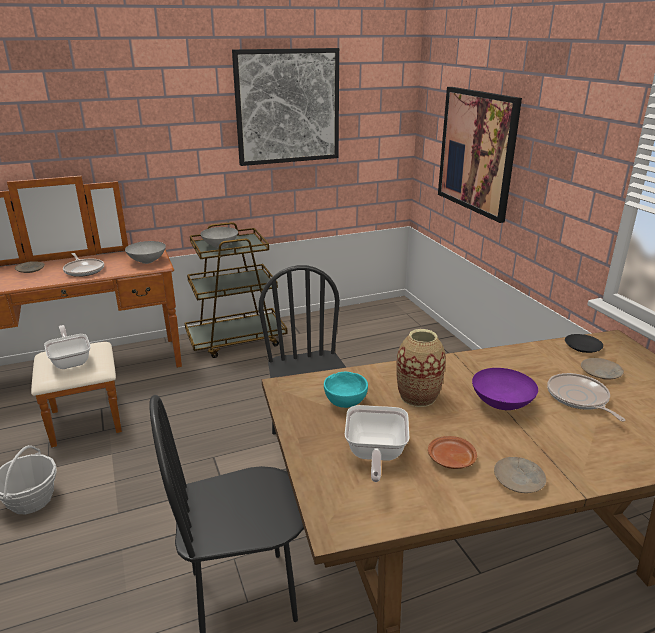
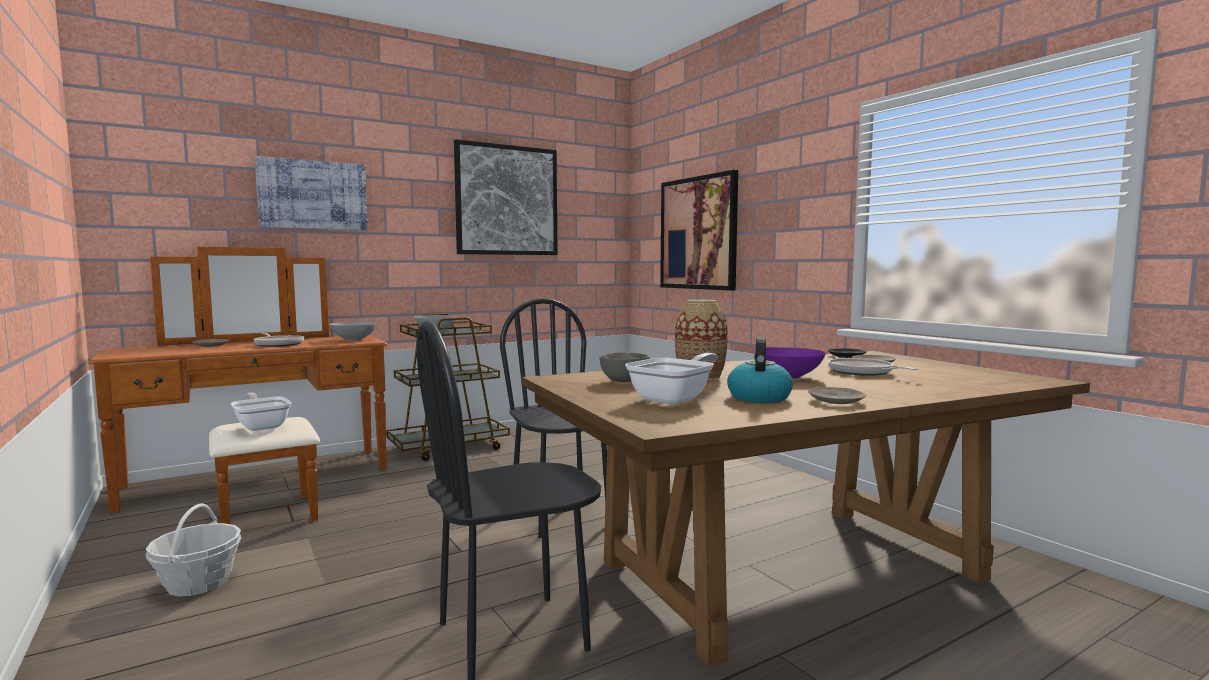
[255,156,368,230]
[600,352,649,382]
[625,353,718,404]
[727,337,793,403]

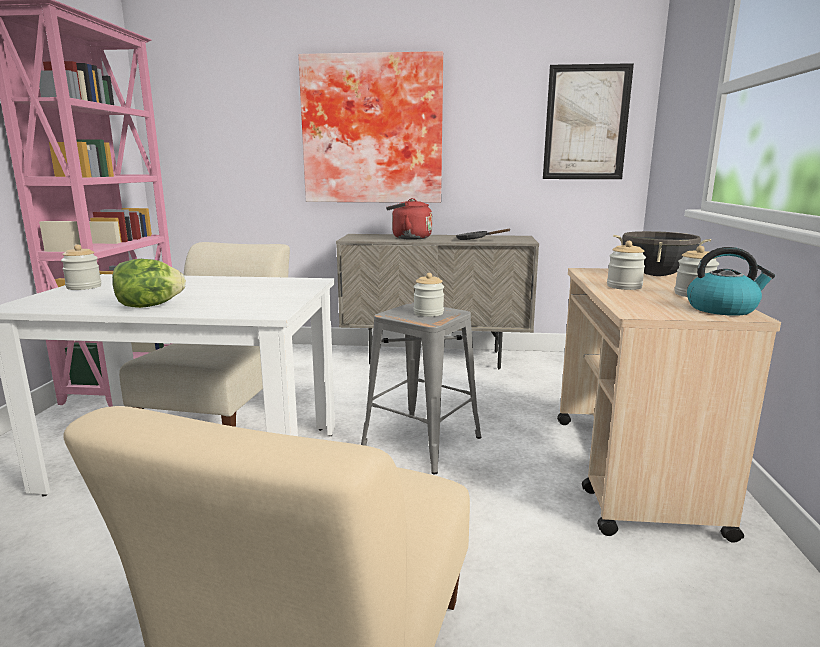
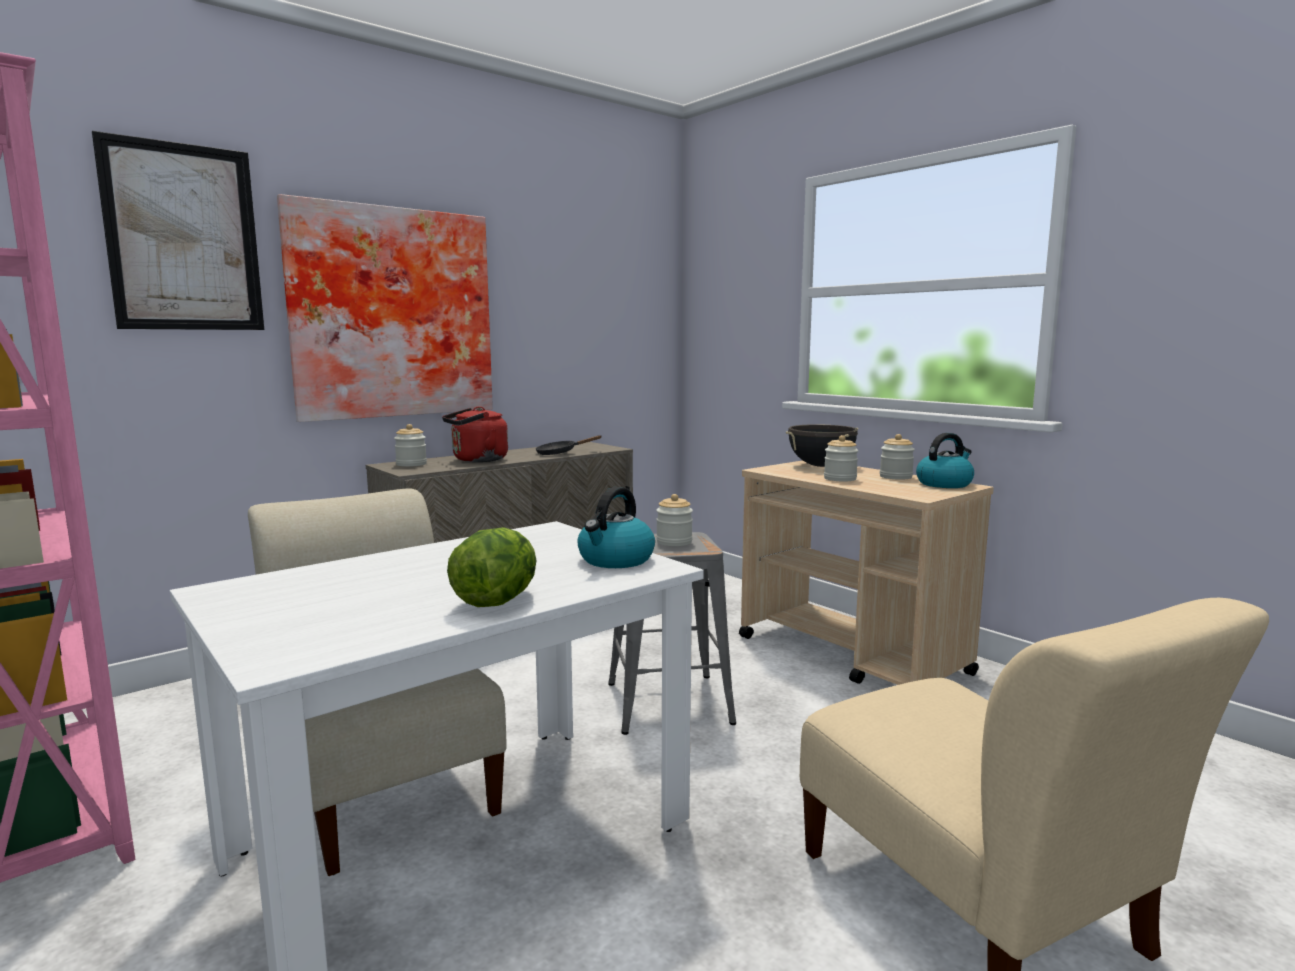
[92,131,264,330]
[394,424,427,467]
[577,487,655,568]

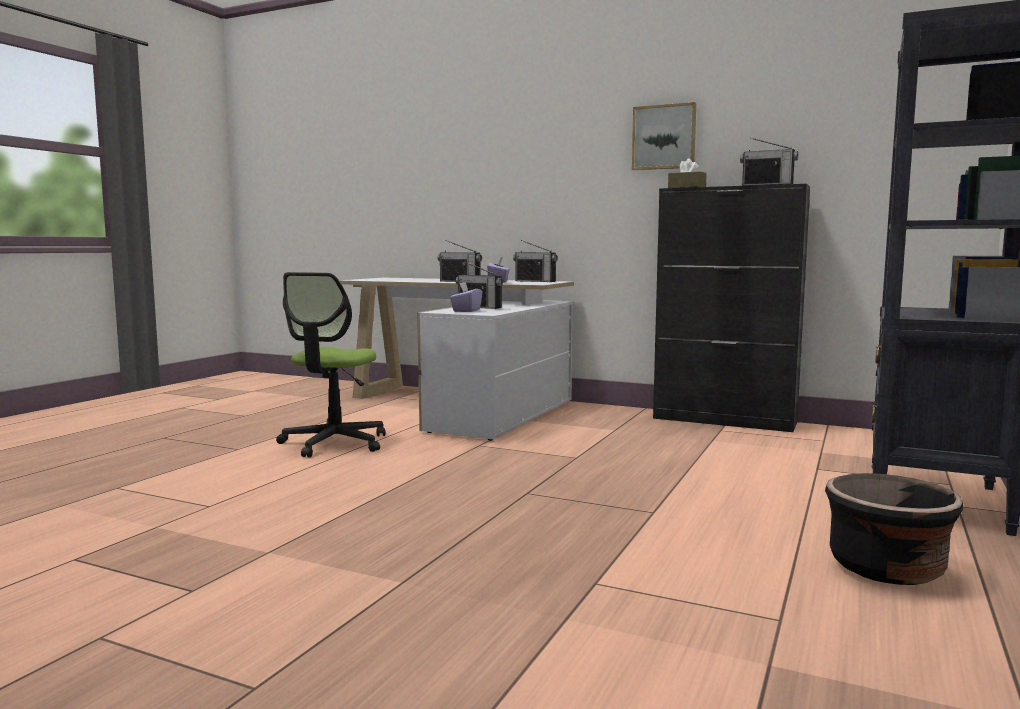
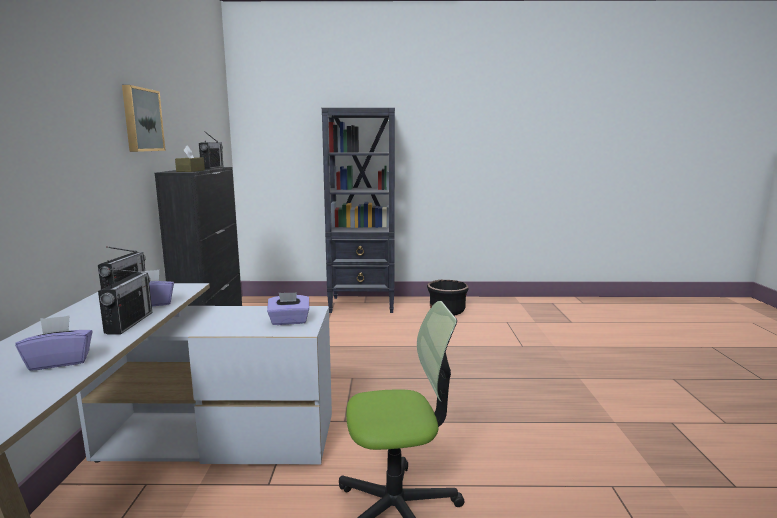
[16,315,93,371]
[456,261,503,309] (first image)

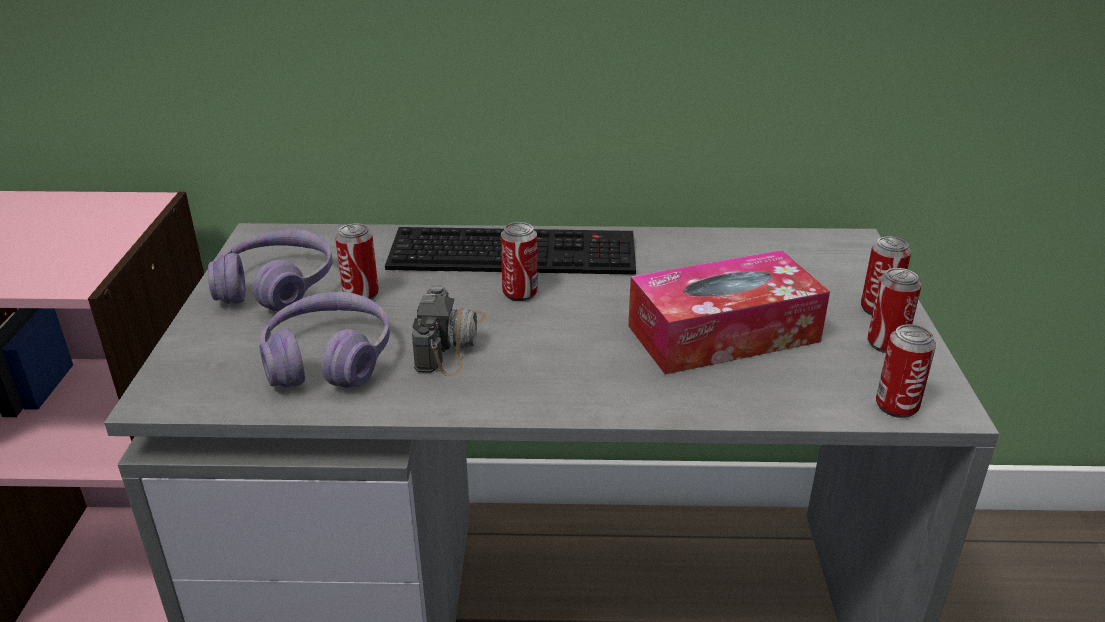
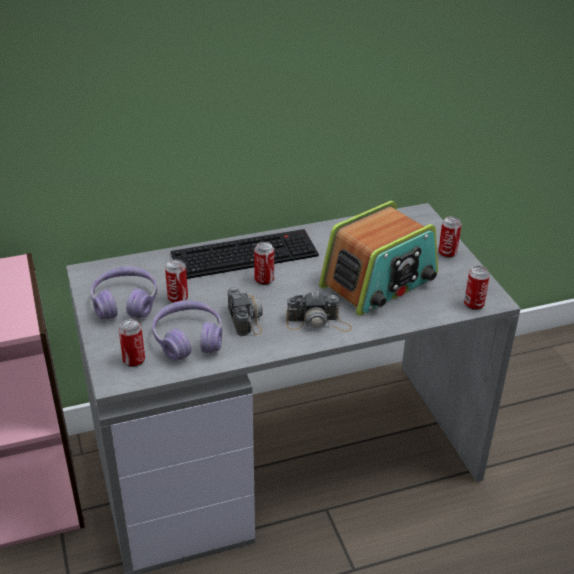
[119,319,145,367]
[286,291,352,332]
[319,201,438,316]

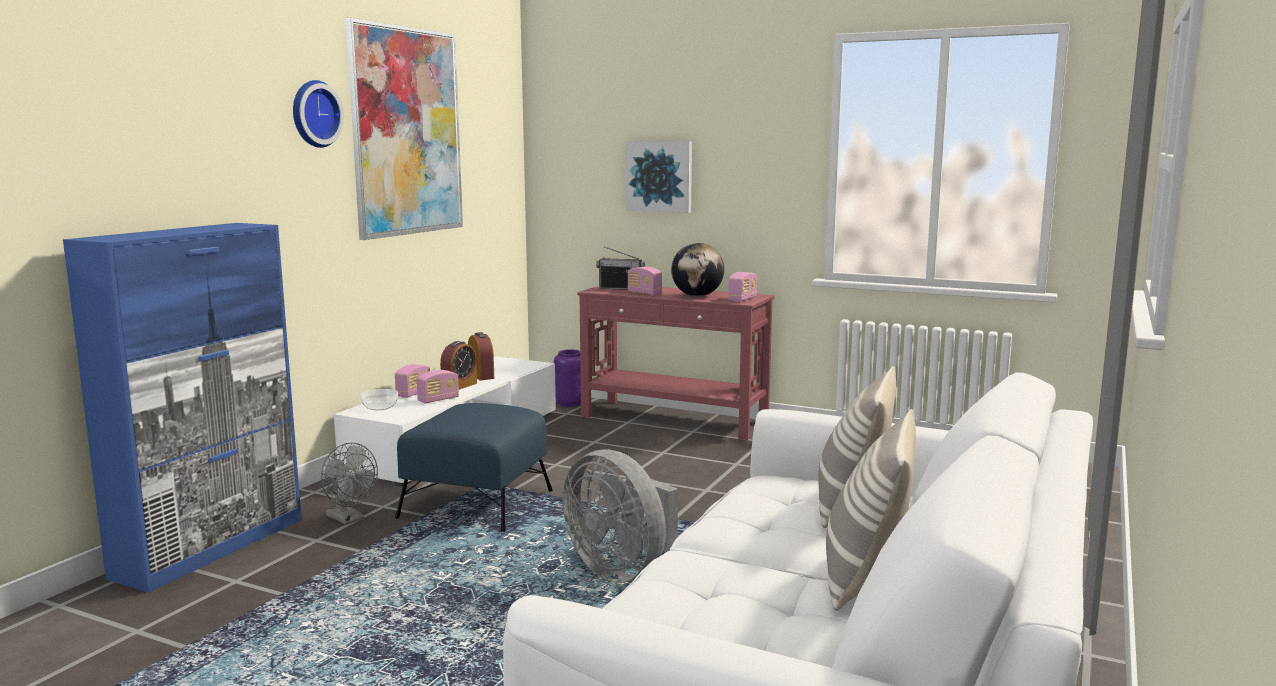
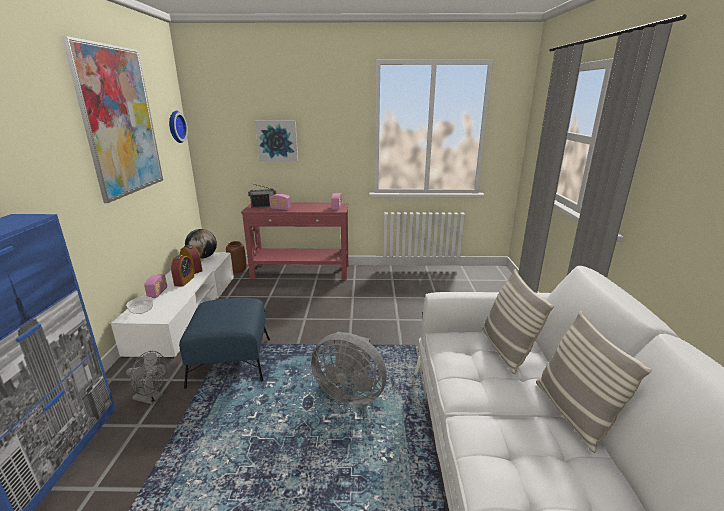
[169,111,188,143]
[185,229,217,259]
[226,241,247,274]
[417,370,459,404] (first image)

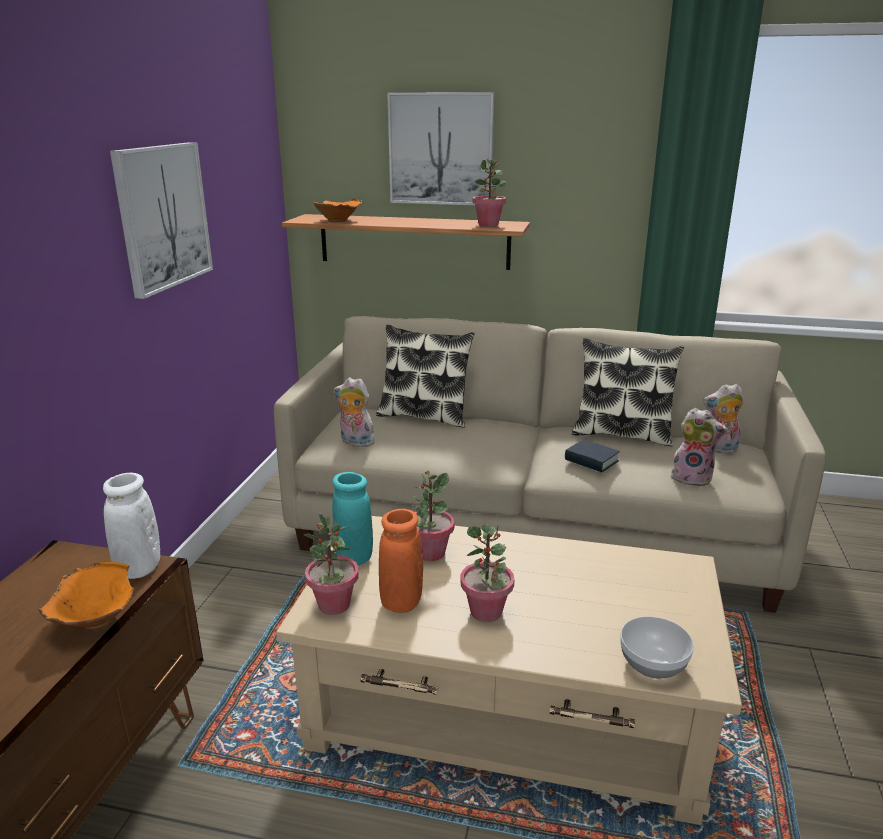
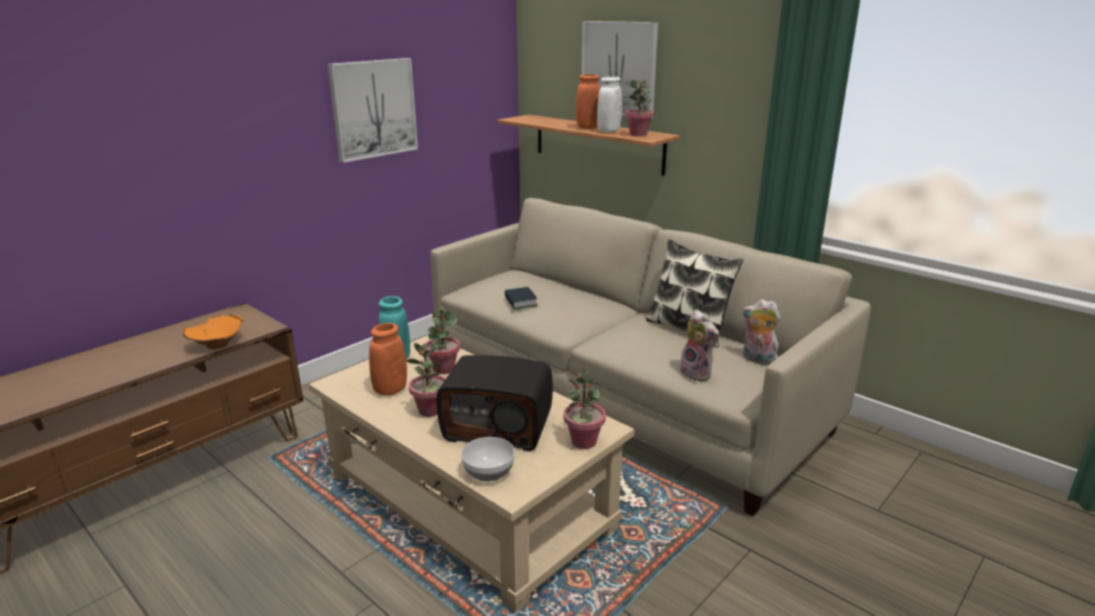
[437,355,553,451]
[505,287,538,309]
[564,367,606,449]
[576,74,601,129]
[597,77,622,132]
[314,198,362,222] (first image)
[334,378,375,447] (first image)
[376,324,475,428] (first image)

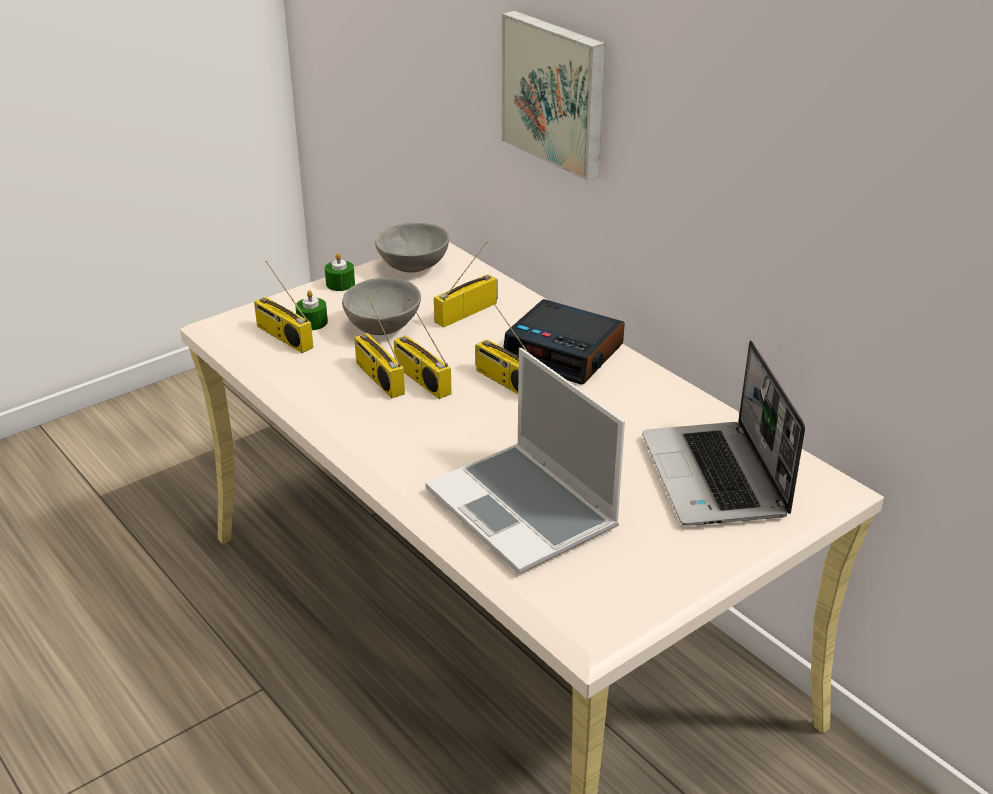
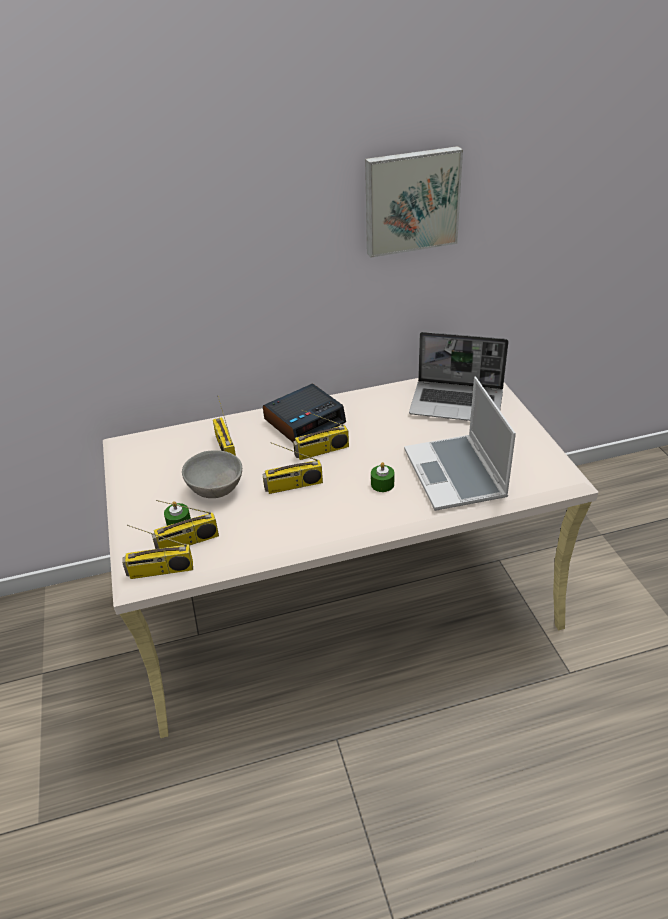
[122,525,193,579]
[365,146,463,258]
[371,462,394,492]
[404,377,516,511]
[375,223,449,272] (first image)

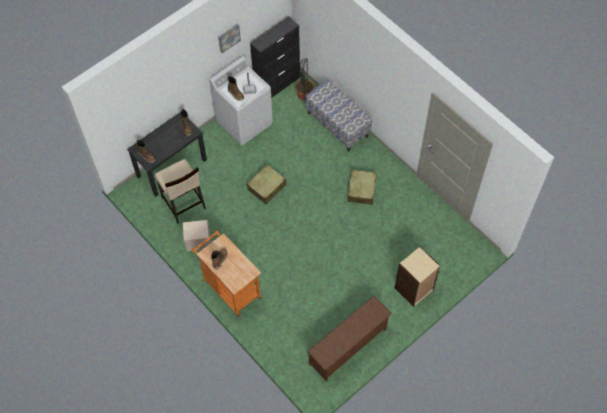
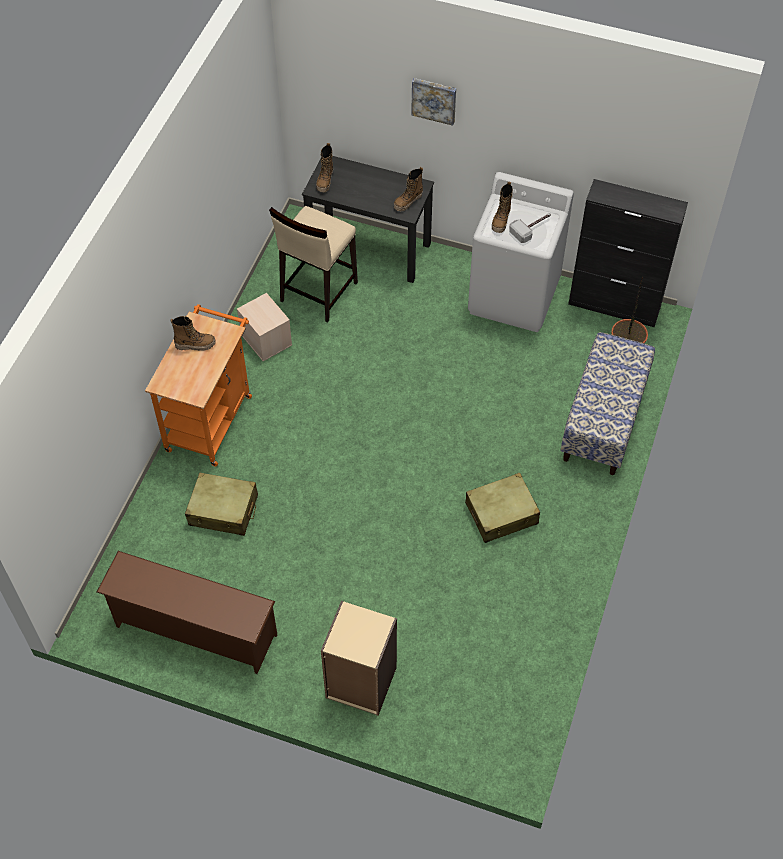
[185,472,258,536]
[411,78,456,126]

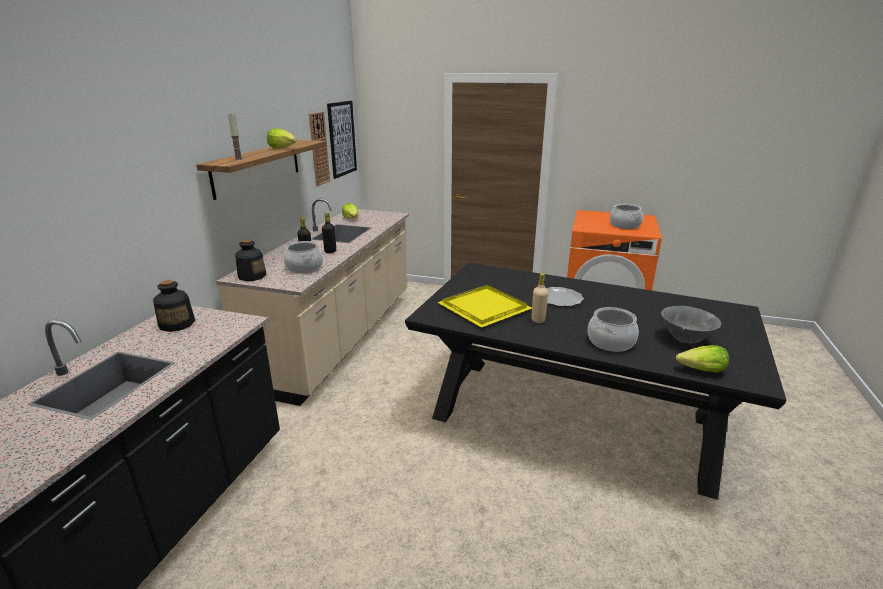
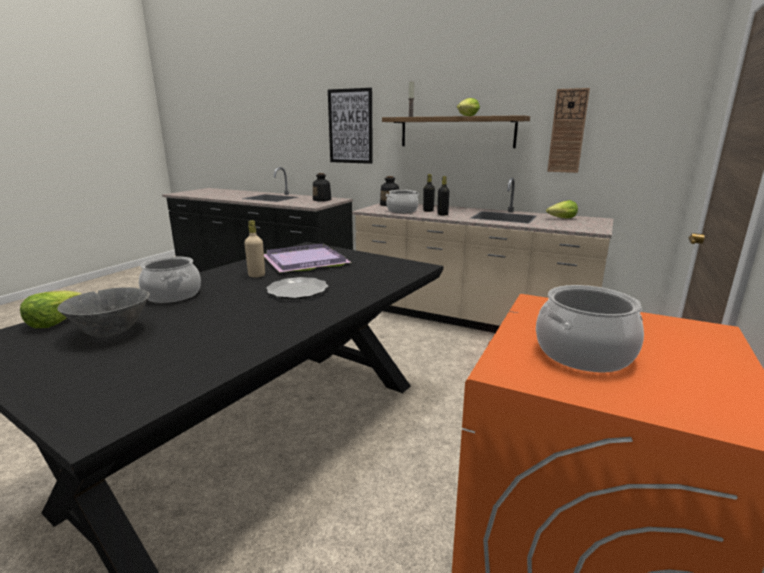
[264,243,352,272]
[328,88,373,164]

